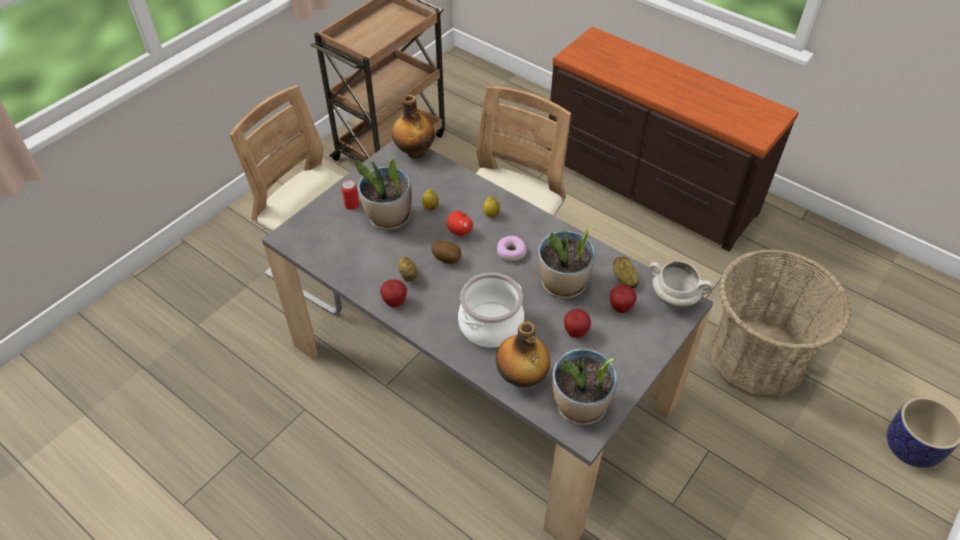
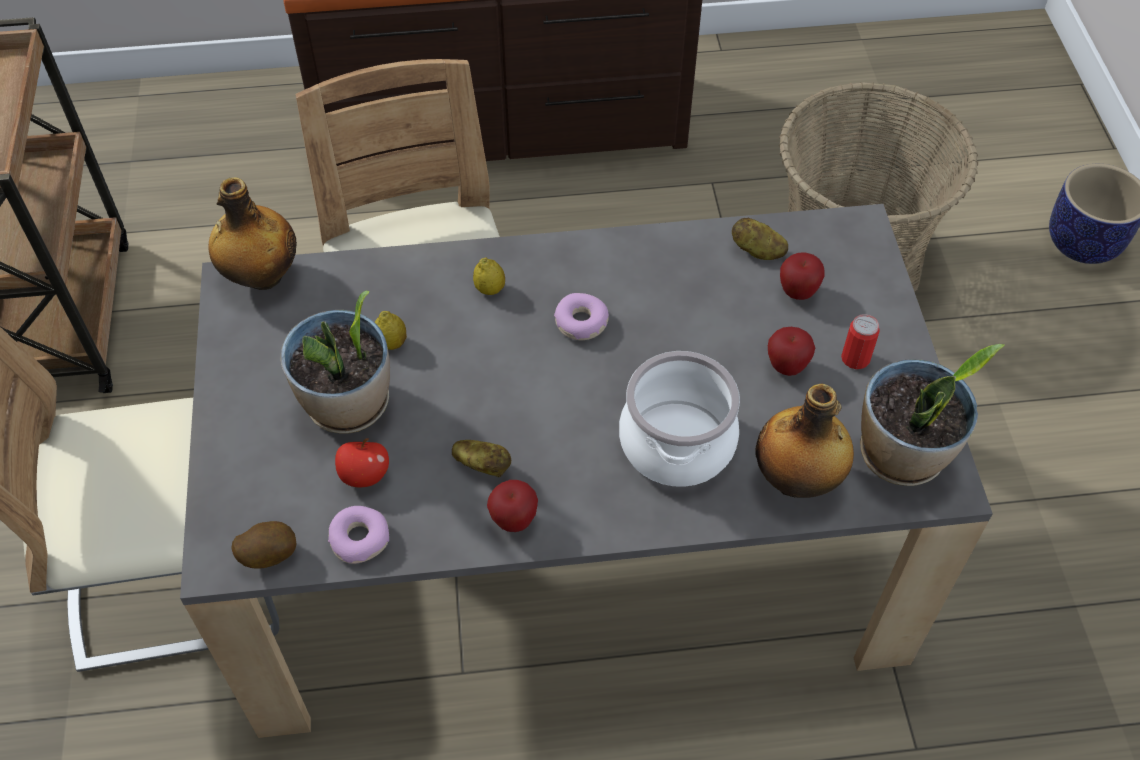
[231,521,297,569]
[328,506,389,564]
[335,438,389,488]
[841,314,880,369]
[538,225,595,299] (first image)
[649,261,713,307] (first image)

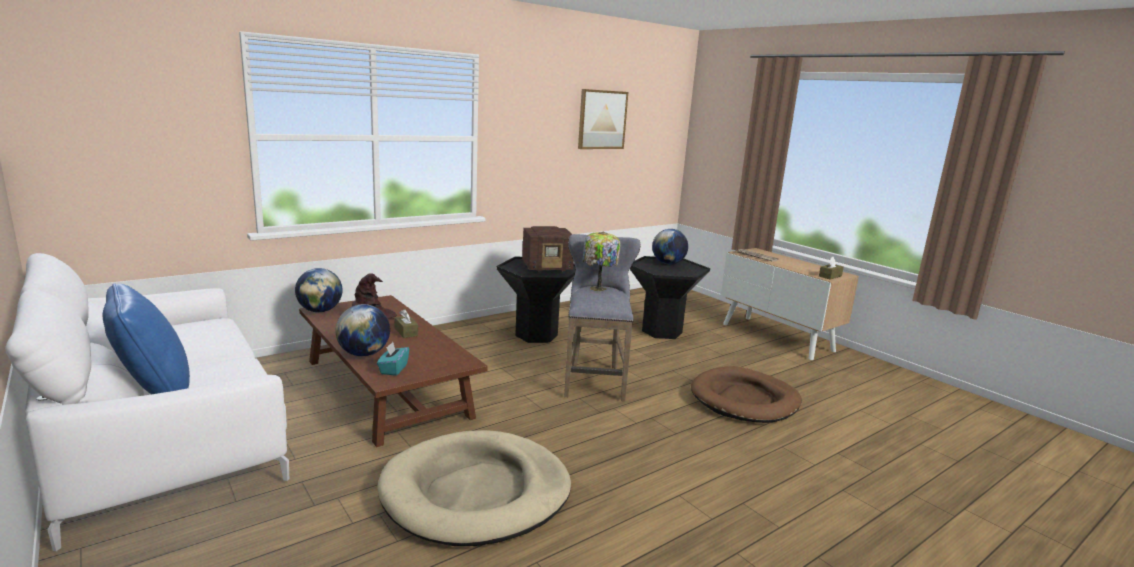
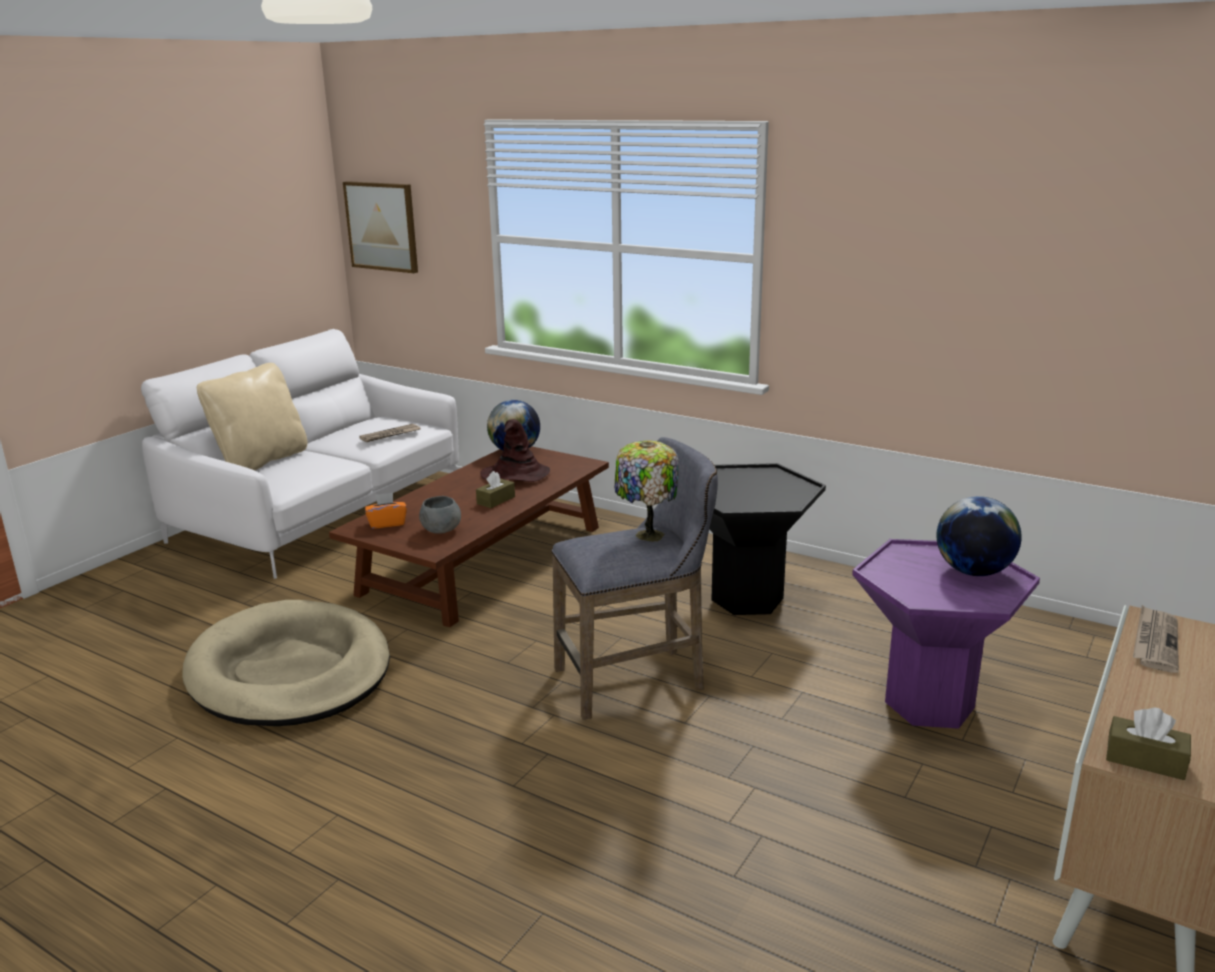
[197,363,308,470]
[343,181,418,273]
[359,424,421,442]
[365,493,407,529]
[419,496,461,534]
[852,539,1040,729]
[336,304,390,356] (first image)
[522,226,574,272] (first image)
[691,366,802,423] (first image)

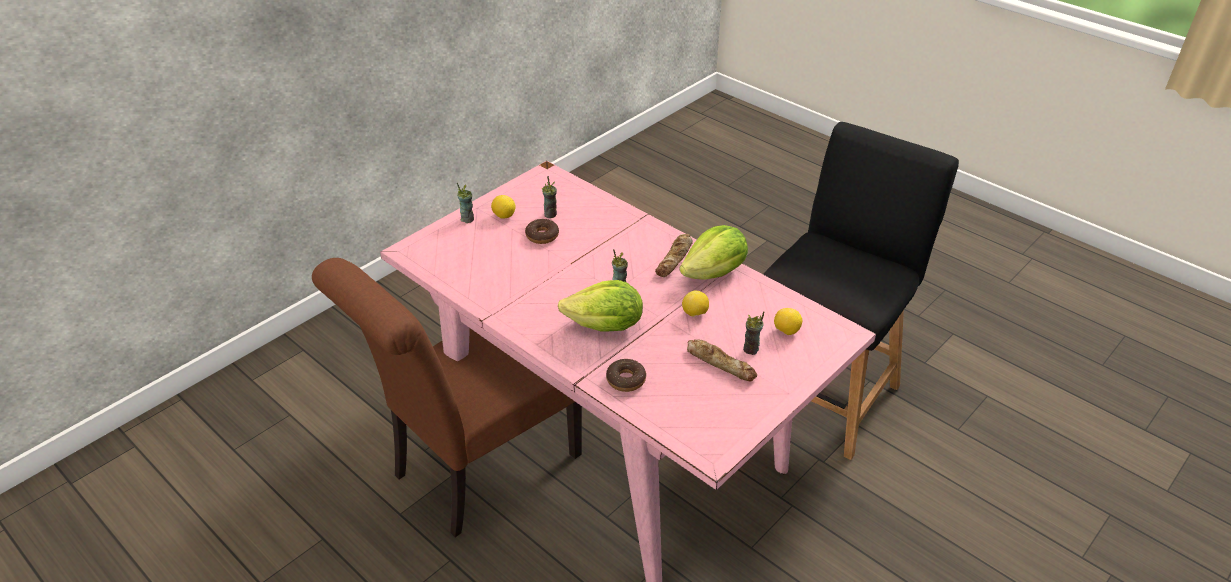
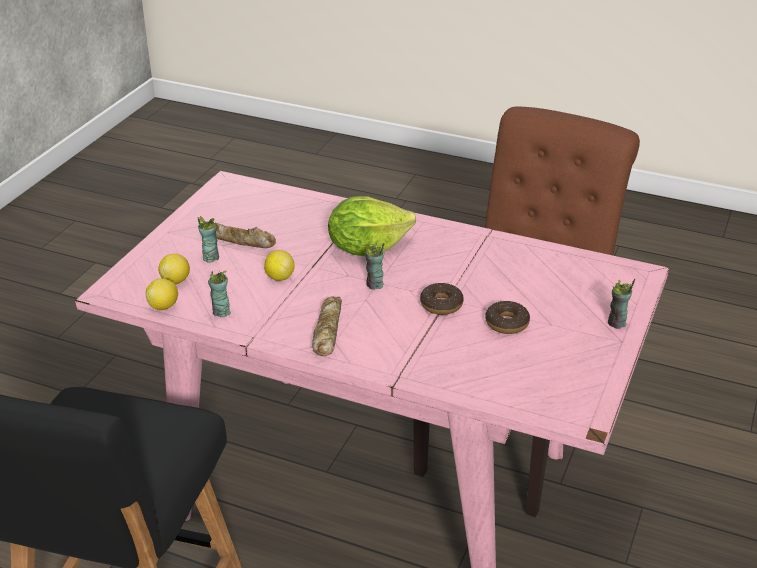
[146,278,178,310]
[208,271,231,317]
[420,282,464,315]
[679,225,748,280] (first image)

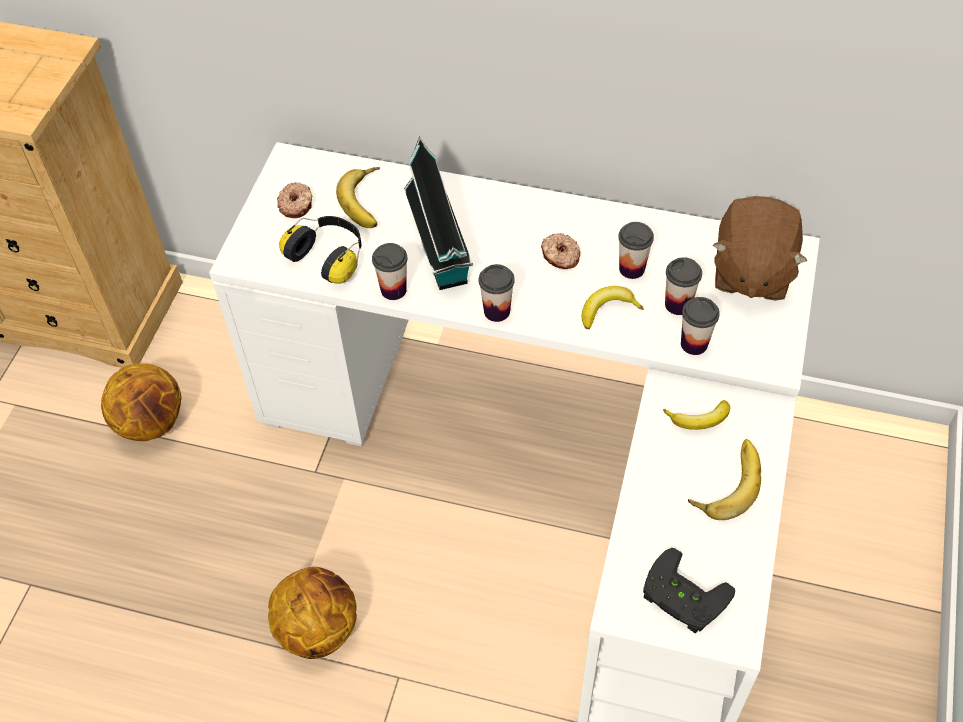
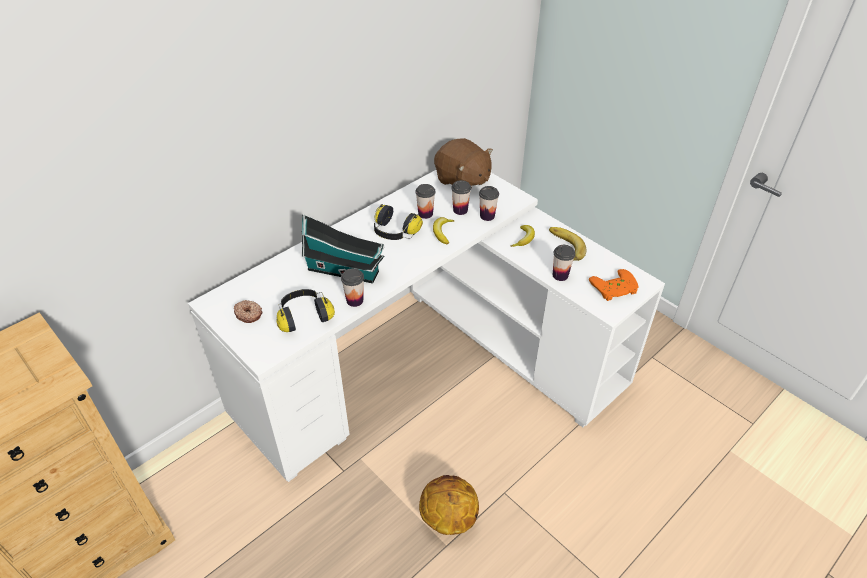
[374,204,423,240]
[553,245,575,281]
[589,269,639,301]
[101,363,181,441] (first image)
[336,167,380,228] (first image)

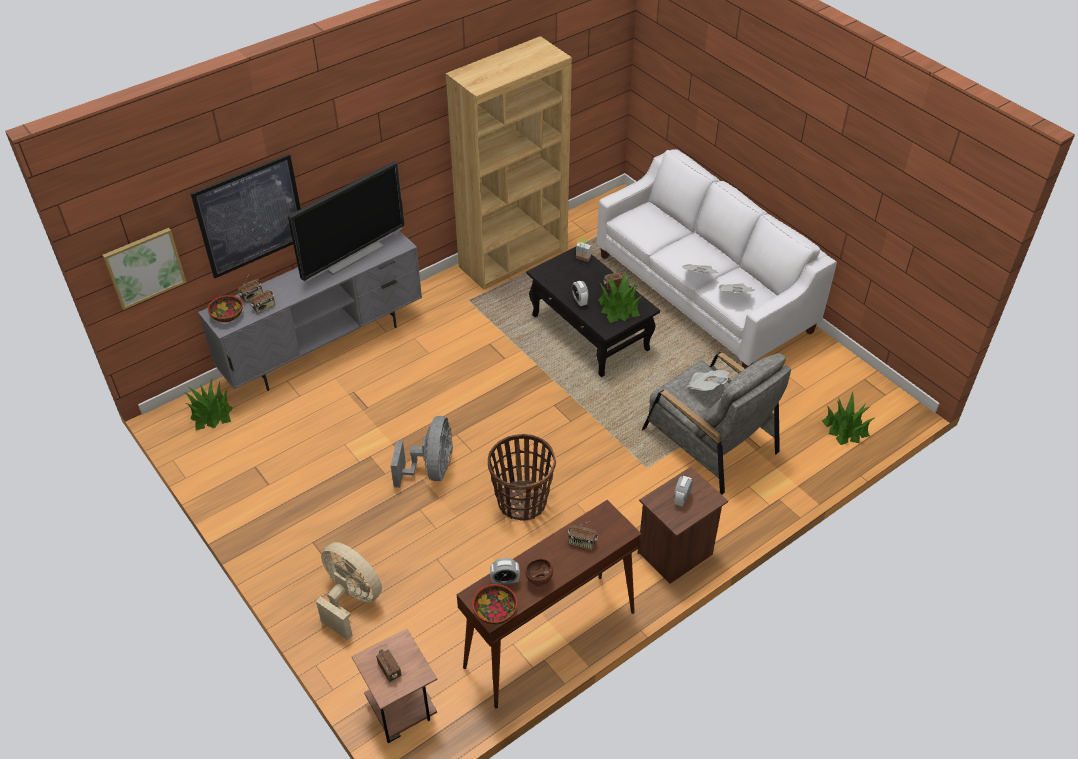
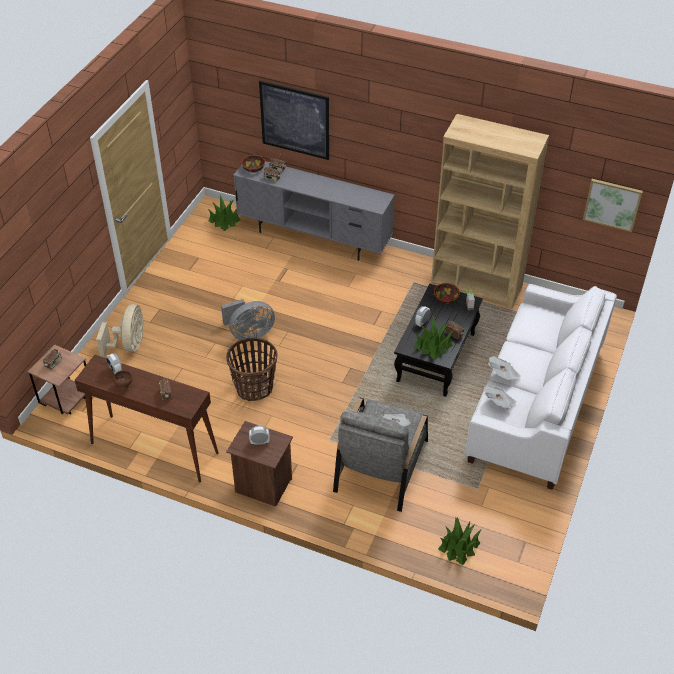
[434,283,460,304]
[583,179,643,232]
[288,161,404,282] (first image)

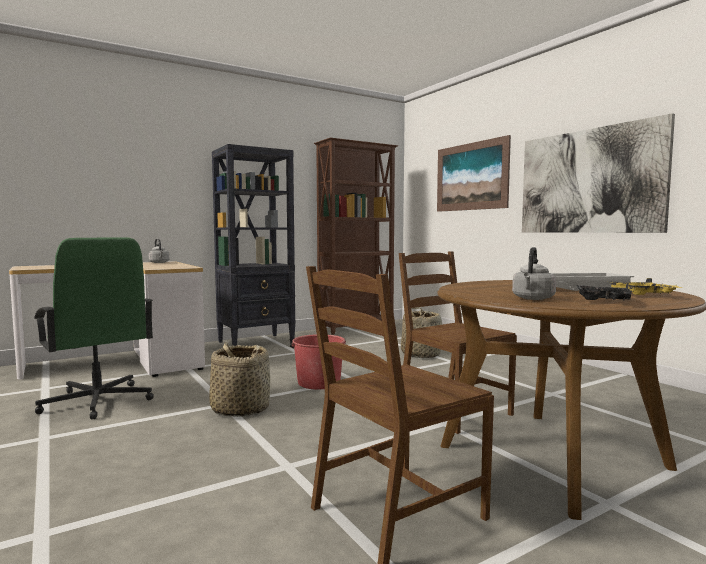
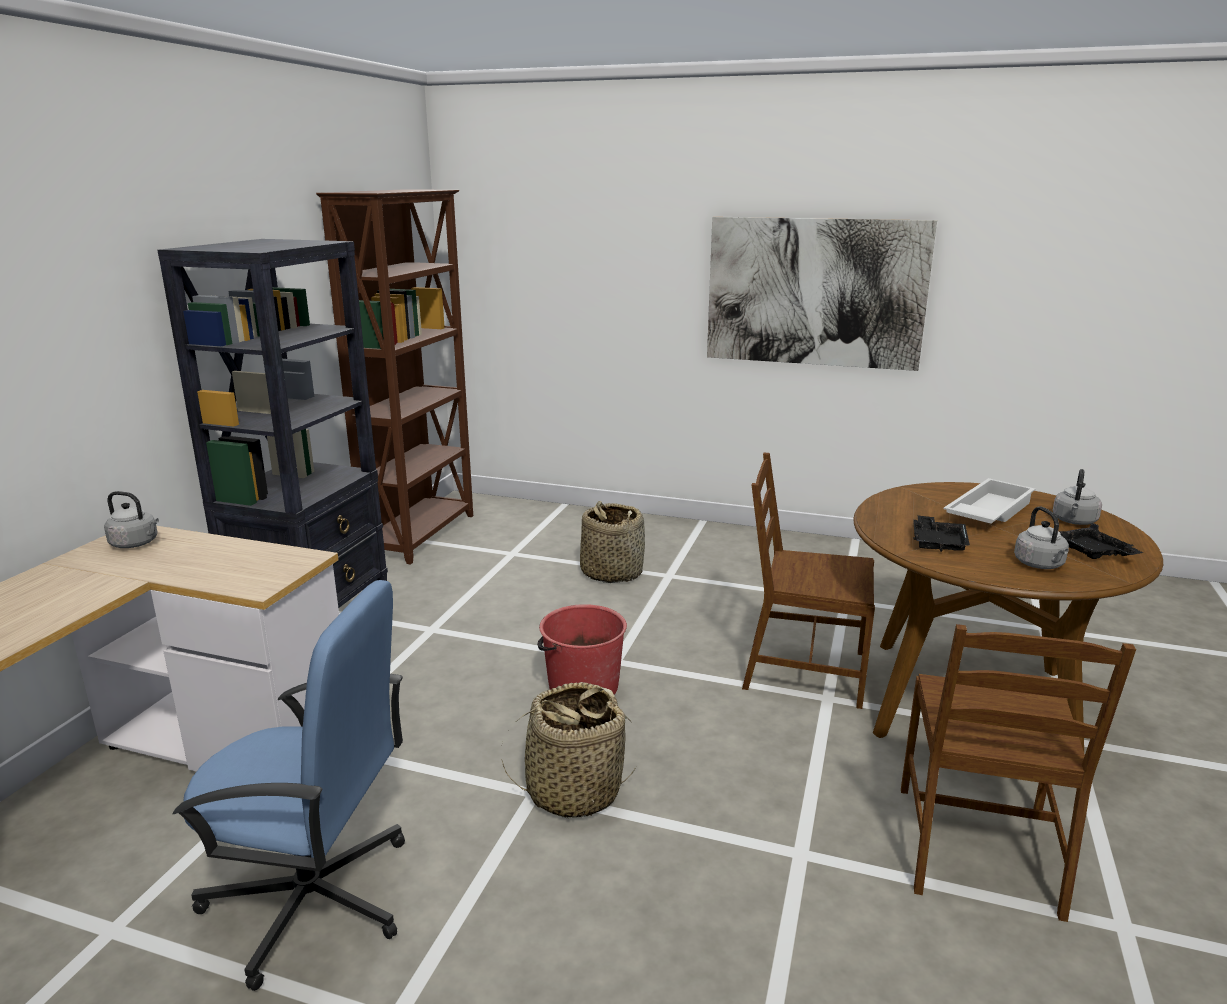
[173,580,405,991]
[913,515,970,552]
[1053,469,1102,525]
[437,135,511,212] (first image)

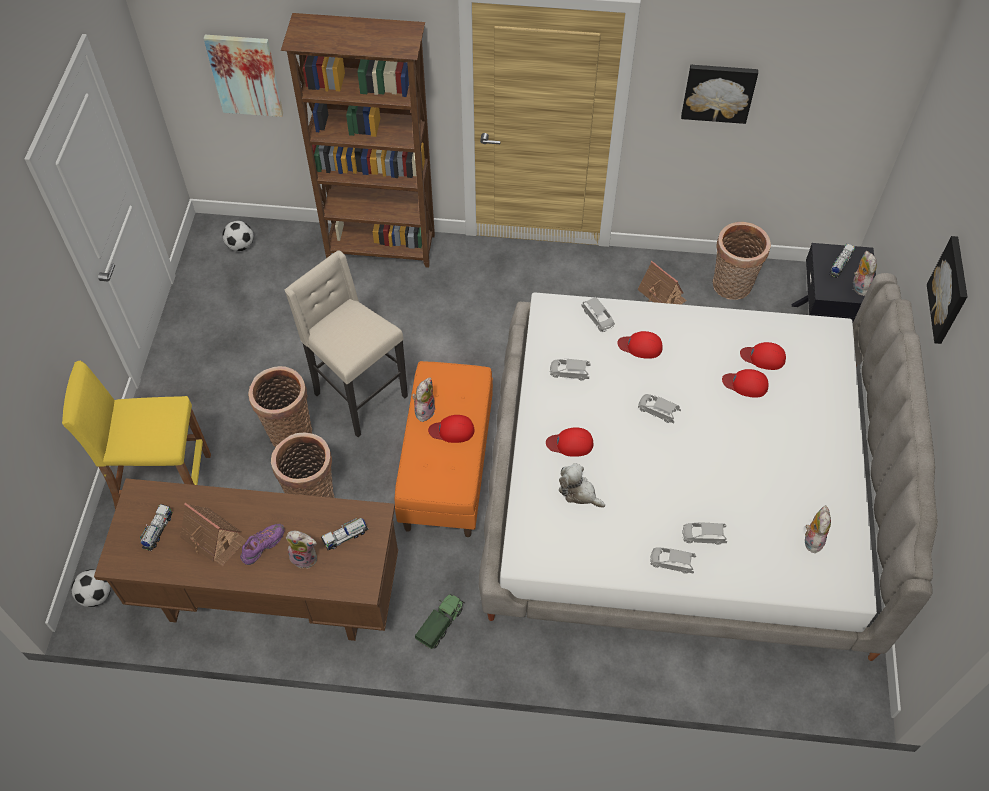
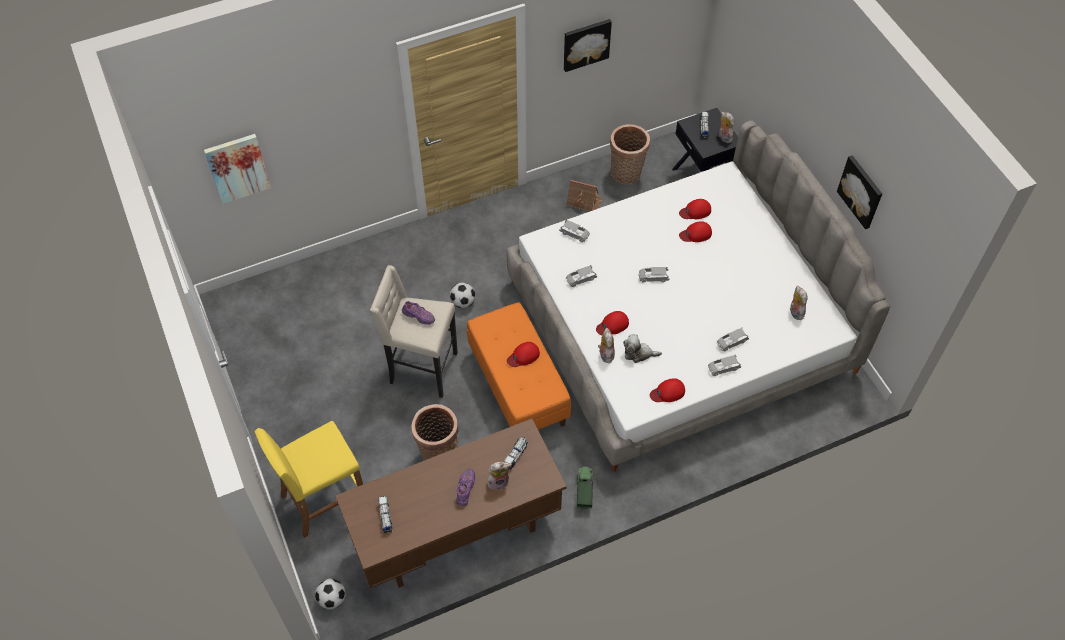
[402,301,435,325]
[450,282,476,308]
[598,327,615,363]
[650,378,685,402]
[837,155,882,229]
[180,503,246,566] (first image)
[248,366,312,447] (first image)
[281,13,435,268] (first image)

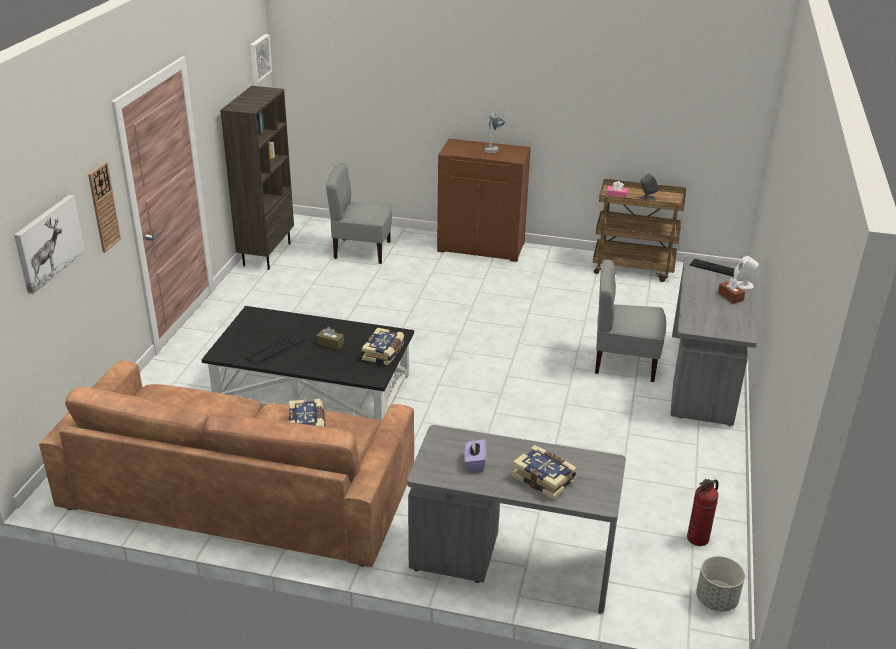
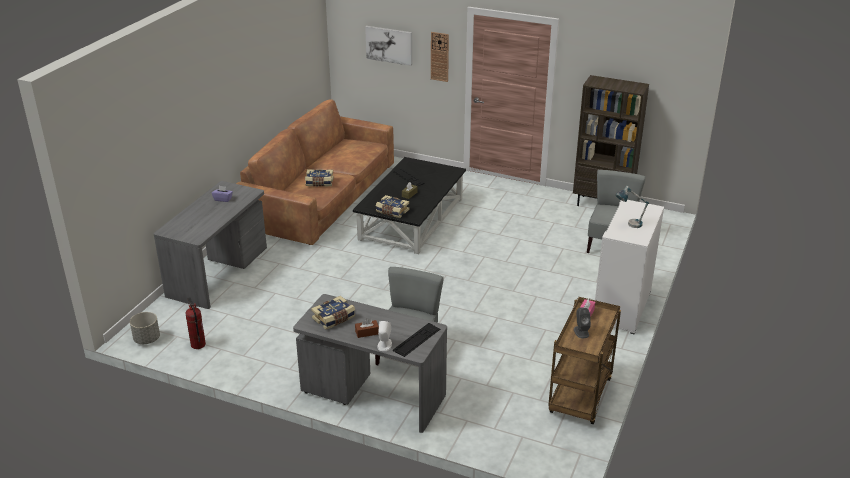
[311,296,355,330]
[595,200,664,334]
[250,34,272,83] (first image)

